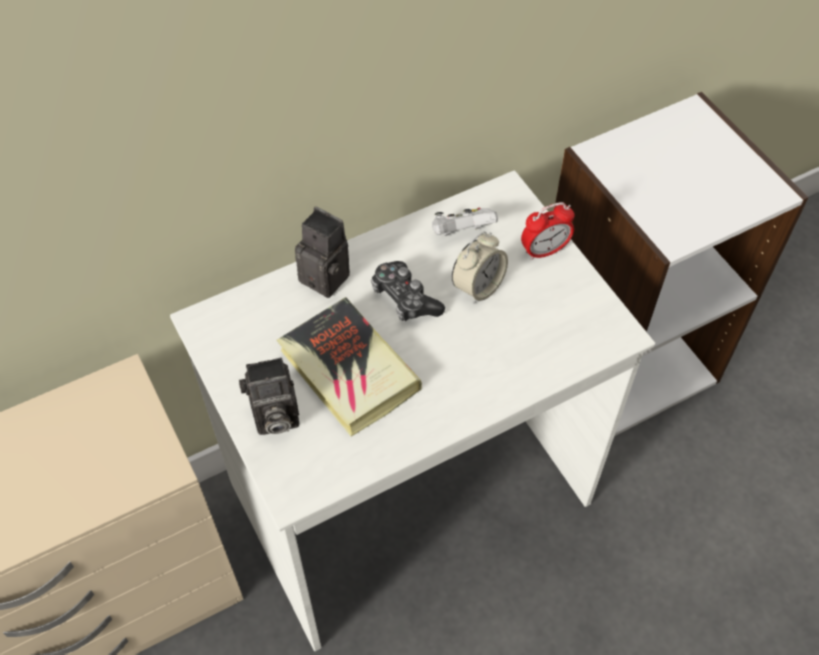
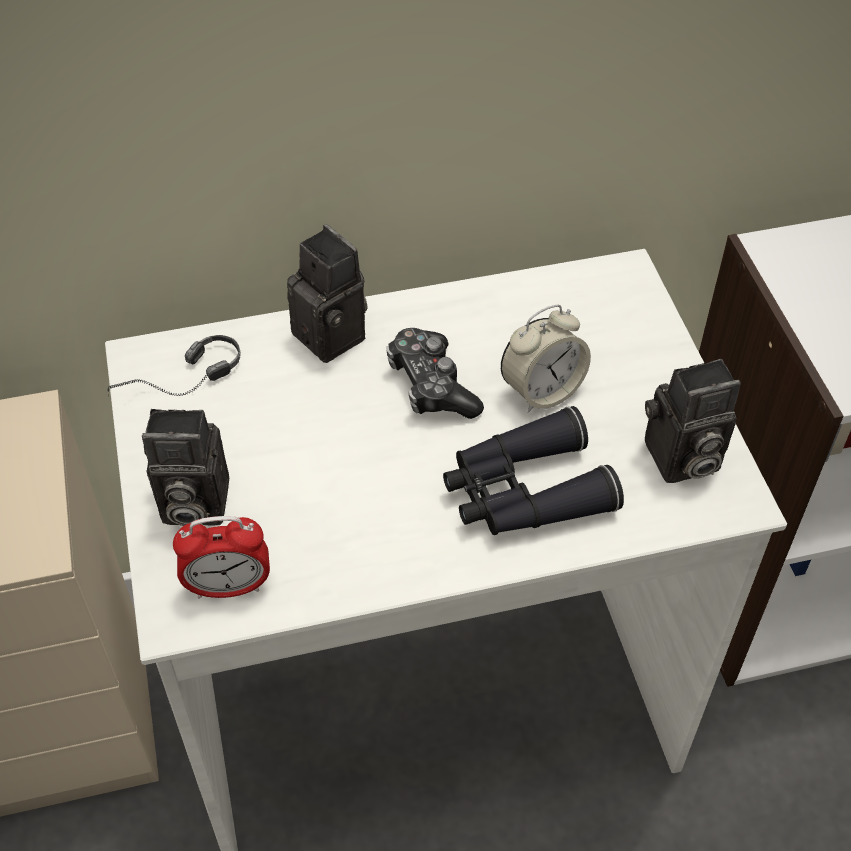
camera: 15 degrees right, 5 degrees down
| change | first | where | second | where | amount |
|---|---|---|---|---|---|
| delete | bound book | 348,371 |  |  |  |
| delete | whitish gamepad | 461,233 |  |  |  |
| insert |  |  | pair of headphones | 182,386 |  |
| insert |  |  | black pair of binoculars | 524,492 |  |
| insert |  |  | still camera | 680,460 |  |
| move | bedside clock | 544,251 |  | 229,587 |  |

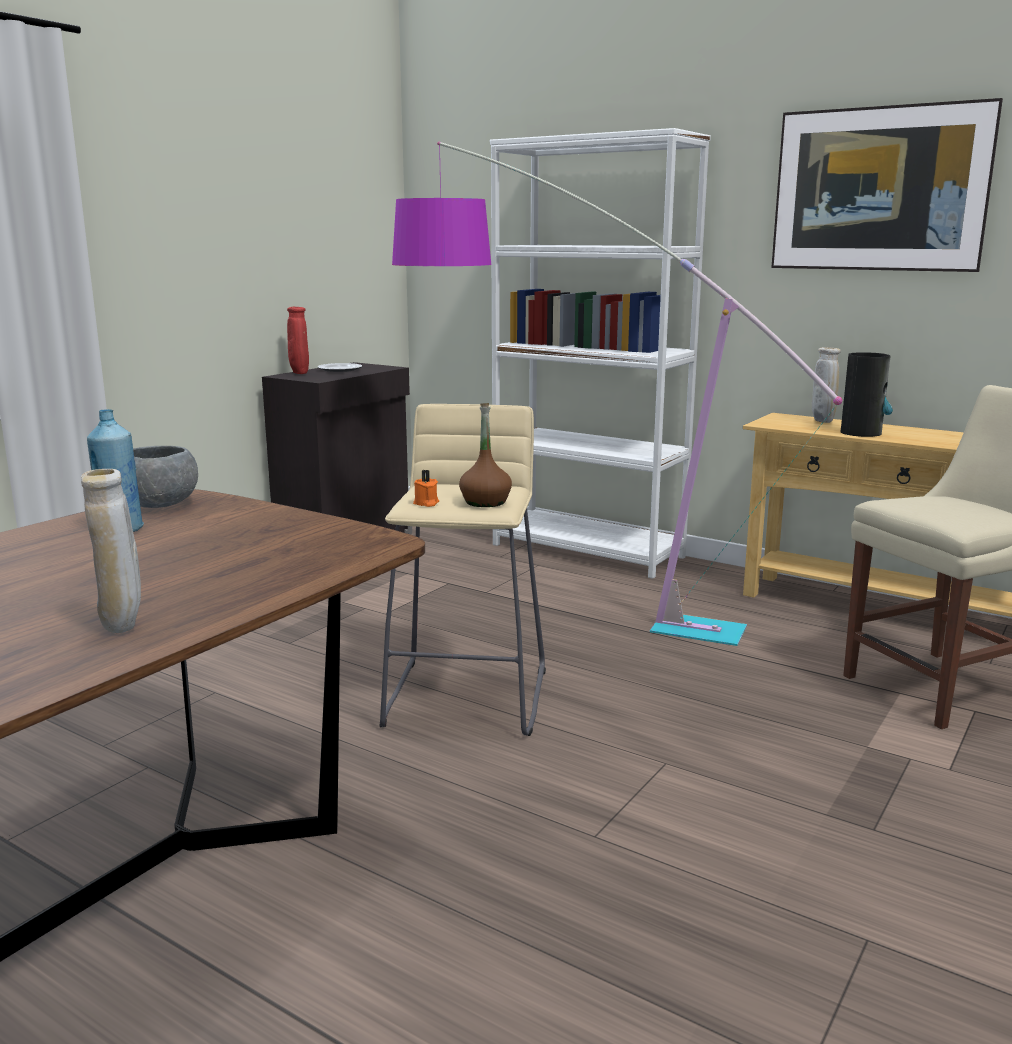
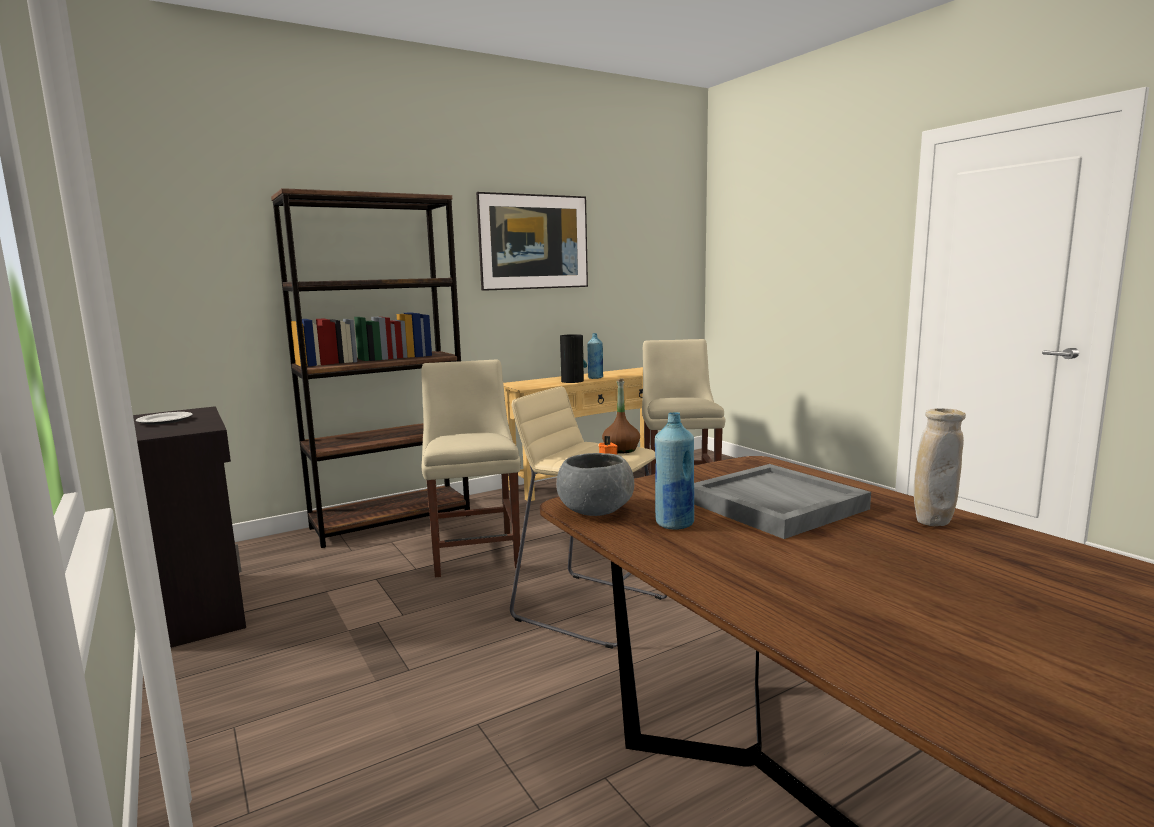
camera: 65 degrees left, 5 degrees down
| change | first | where | second | where | amount |
|---|---|---|---|---|---|
| delete | red decorative vase | 299,373 |  |  |  |
| delete | beige decorative vase | 822,422 |  |  |  |
| insert |  |  | blue beverage bottle | 595,378 |  |
| insert |  |  | grey tray | 773,505 |  |
| replace | standing lamp | 553,606 | beige upright chair | 475,552 |  |
| recolor | whitish bookshelf | 587,551 | brown bookshelf | 391,521 |  |

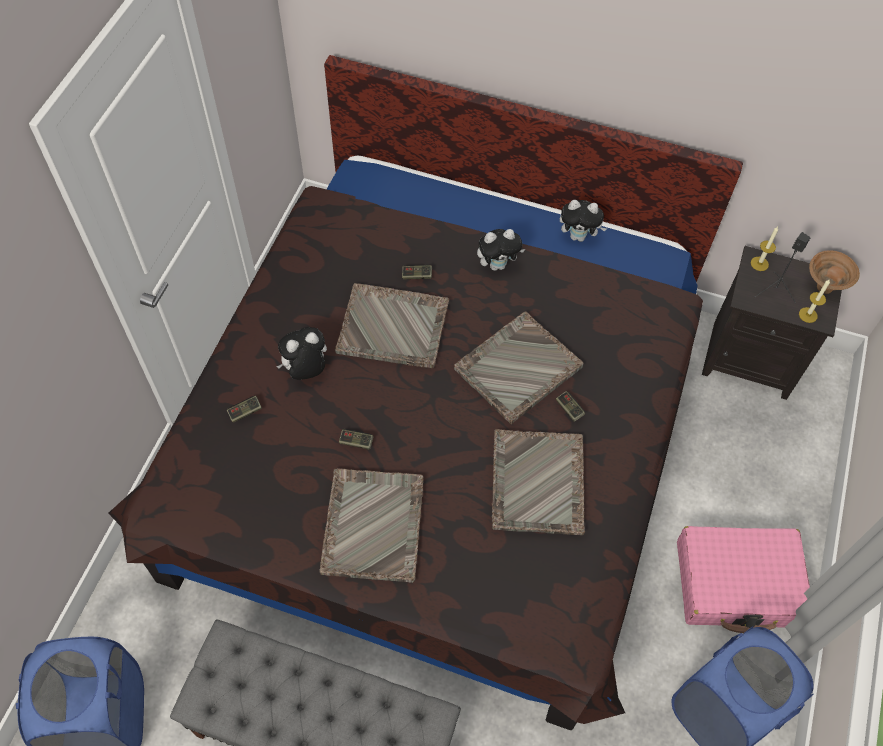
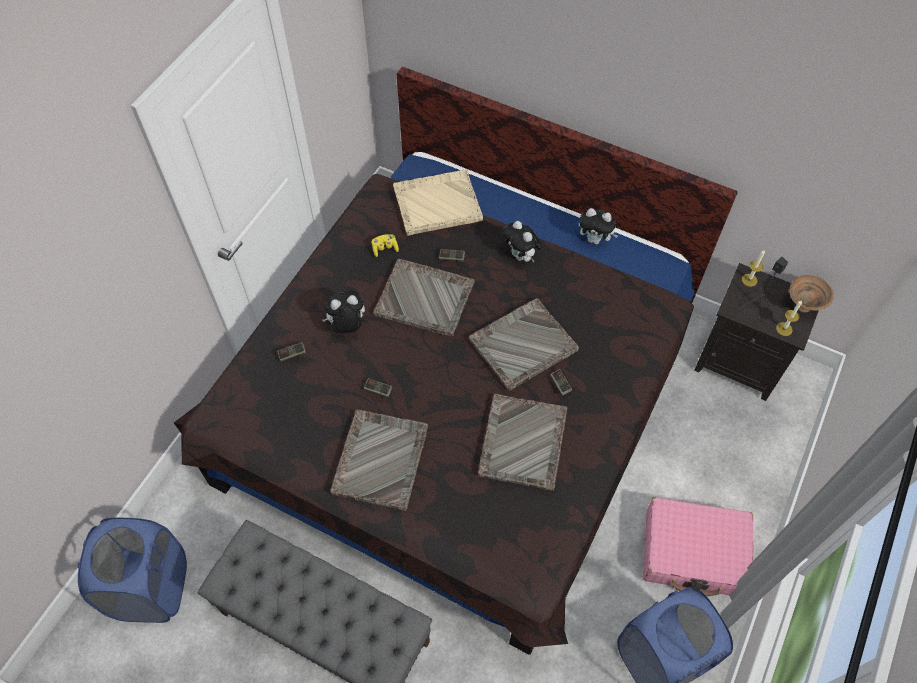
camera: 10 degrees right, 0 degrees up
| change | first | where | second | where | amount |
|---|---|---|---|---|---|
| insert |  |  | yellowish gamepad | 385,248 |  |
| insert |  |  | beige tray | 436,203 |  |
| rotate | cuddly toy | 498,265 |  | 521,256 | 60 degrees clockwise |

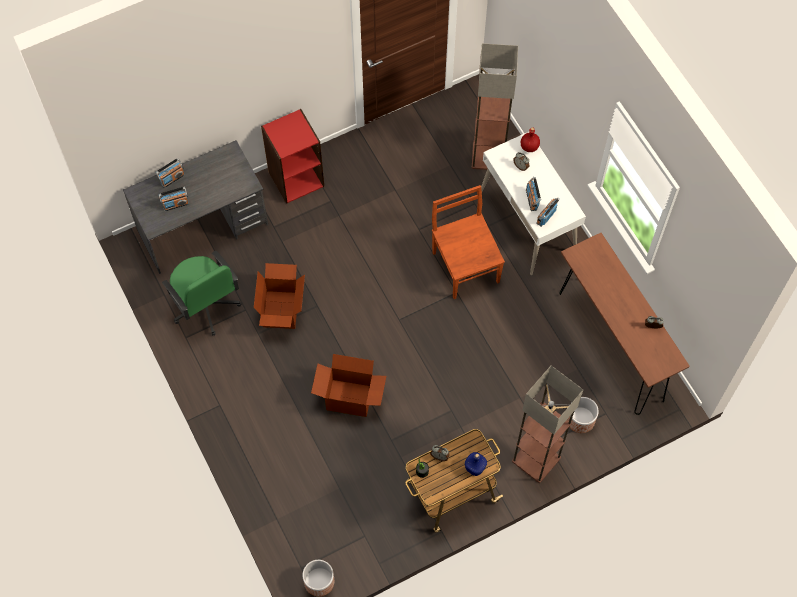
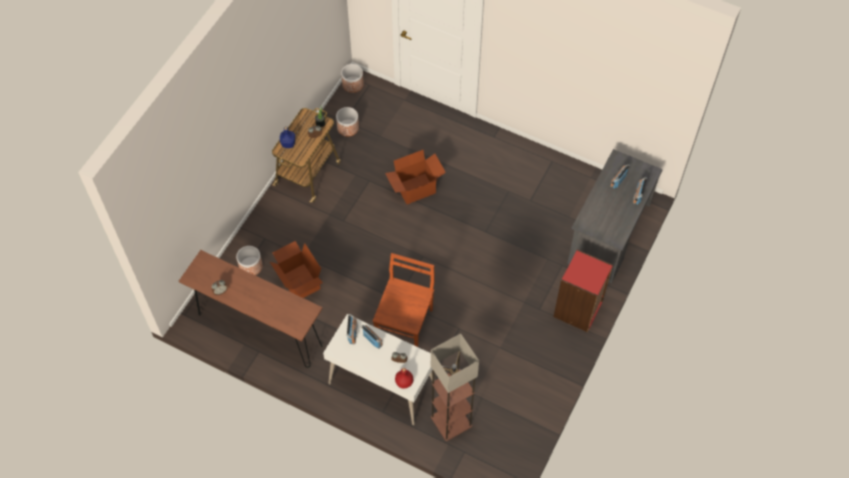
camera: 145 degrees right, 5 degrees down
| change | first | where | second | where | amount |
|---|---|---|---|---|---|
| delete | green-coloured desk chair | 206,306 |  |  |  |
| delete | standing lamp | 535,459 |  |  |  |
| insert |  |  | flower pot | 348,127 |  |
| move | packing box | 281,310 |  | 299,283 |  |
| rotate | brown upright chair | 465,265 |  | 405,322 | 105 degrees counterclockwise |

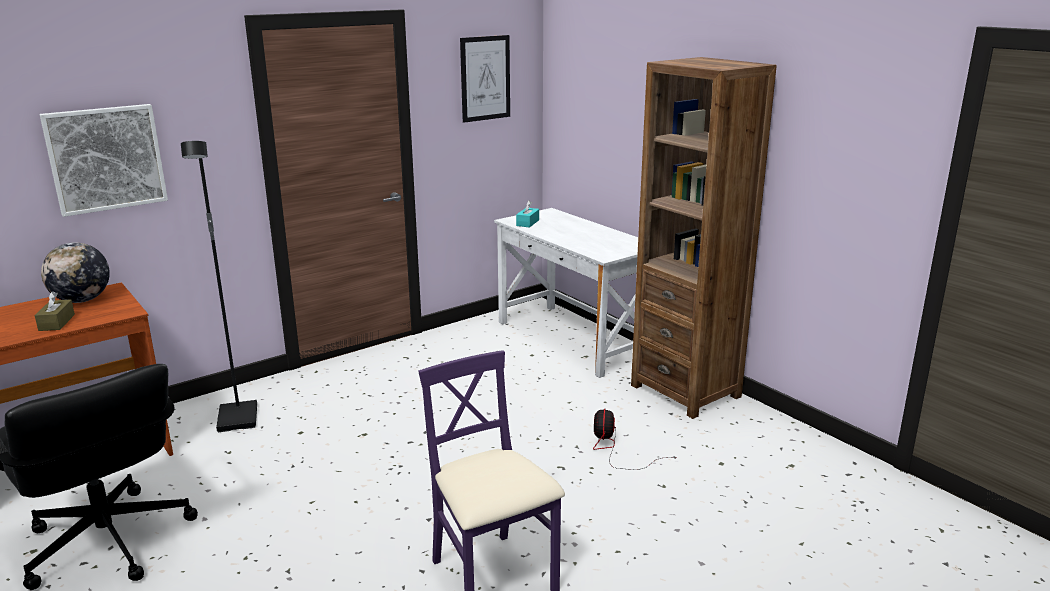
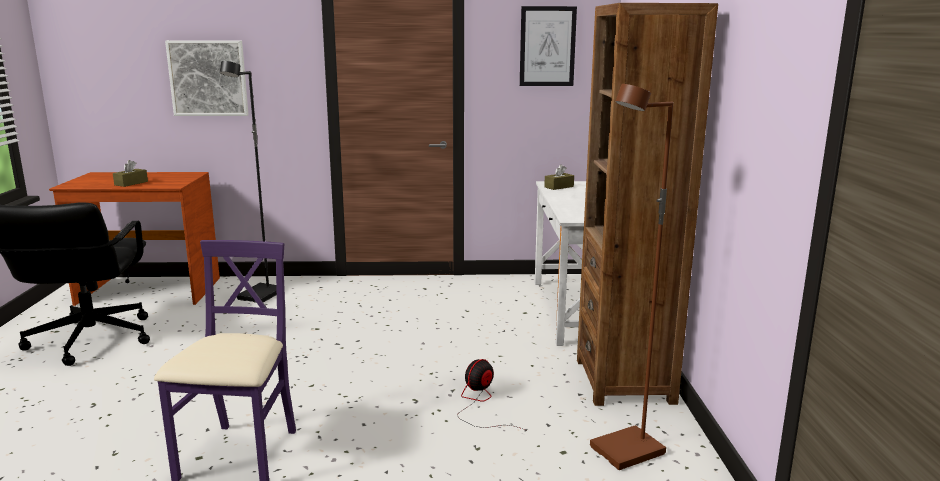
camera: 35 degrees right, 5 degrees down
| change | first | where | second | where | amount |
|---|---|---|---|---|---|
| delete | globe | 82,300 |  |  |  |
| insert |  |  | brown standing lamp | 627,452 |  |
| recolor | turquoise box of tissues | 527,223 | brown box of tissues | 559,187 |  |

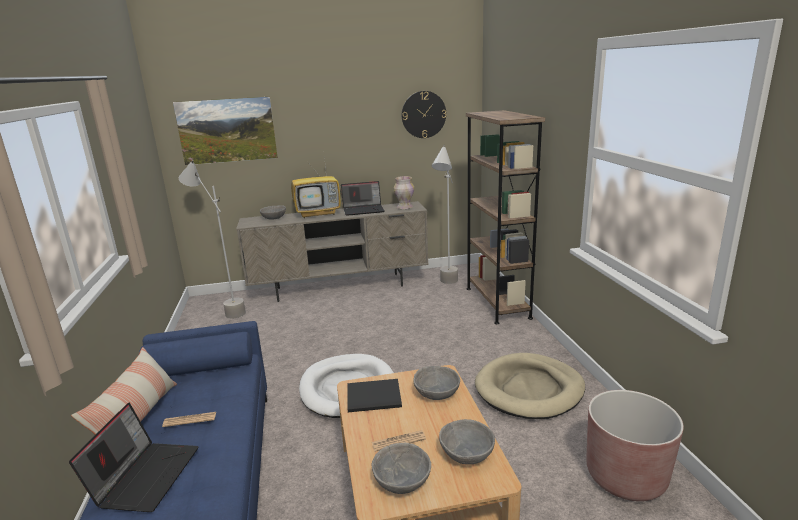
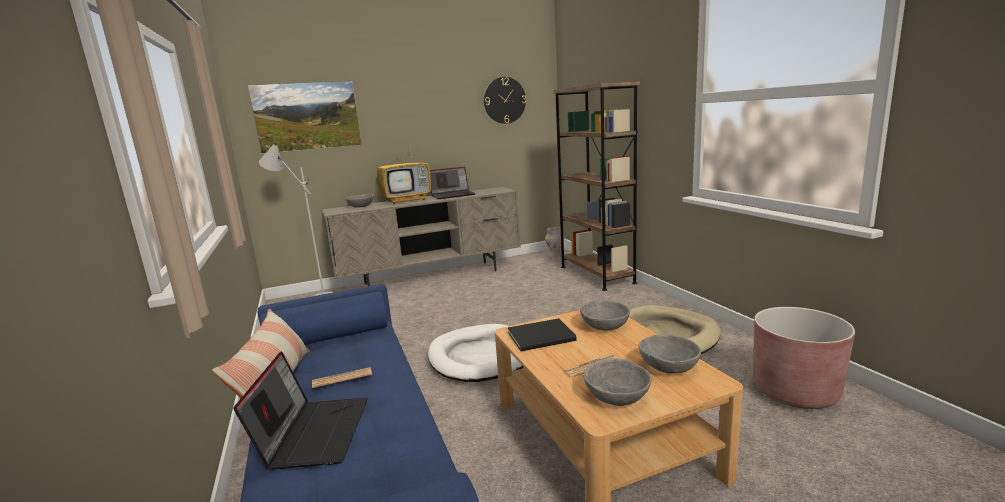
camera: 10 degrees left, 5 degrees down
| change | first | where | second | where | amount |
|---|---|---|---|---|---|
| delete | grey standing lamp | 446,286 |  |  |  |
| move | decorative vase | 404,207 |  | 555,255 |  |

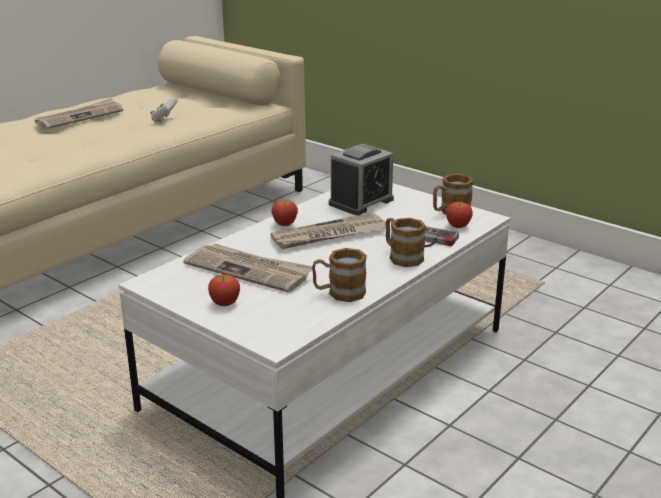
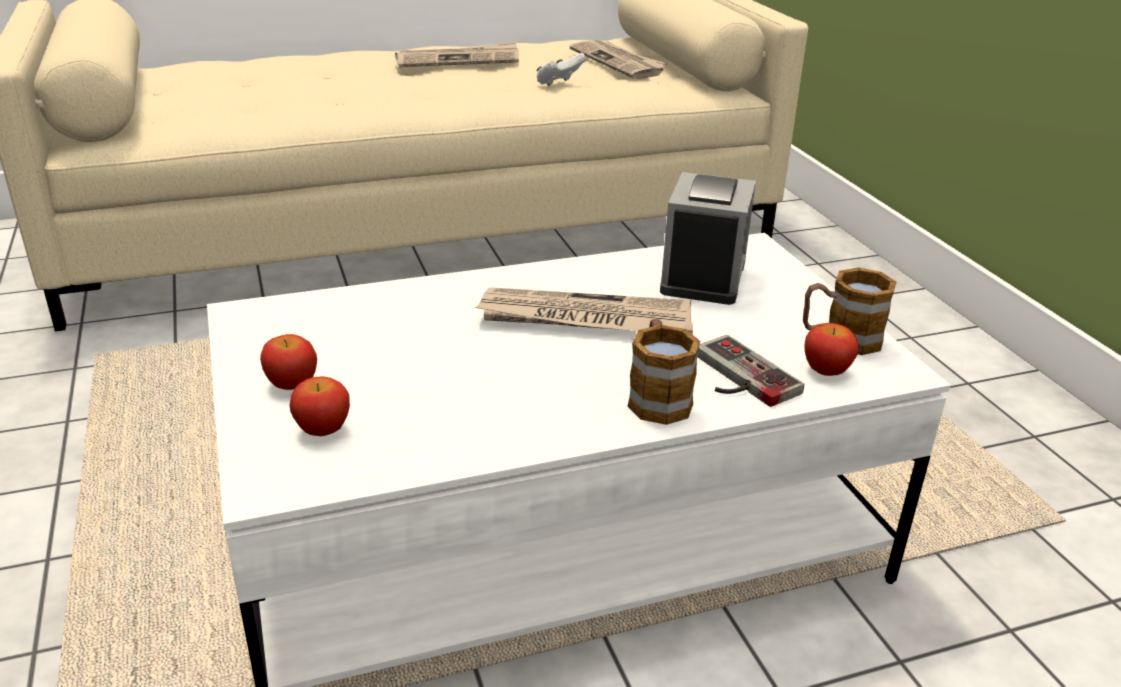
camera: 30 degrees right, 5 degrees up
| change | first | where | second | where | amount |
|---|---|---|---|---|---|
| delete | coffee mug | 339,293 |  |  |  |
| move | newspaper | 249,270 |  | 618,62 |  |
| move | apple fruit | 284,224 |  | 323,429 |  |
| rotate | bedside clock | 361,202 |  | 703,276 | 60 degrees counterclockwise |

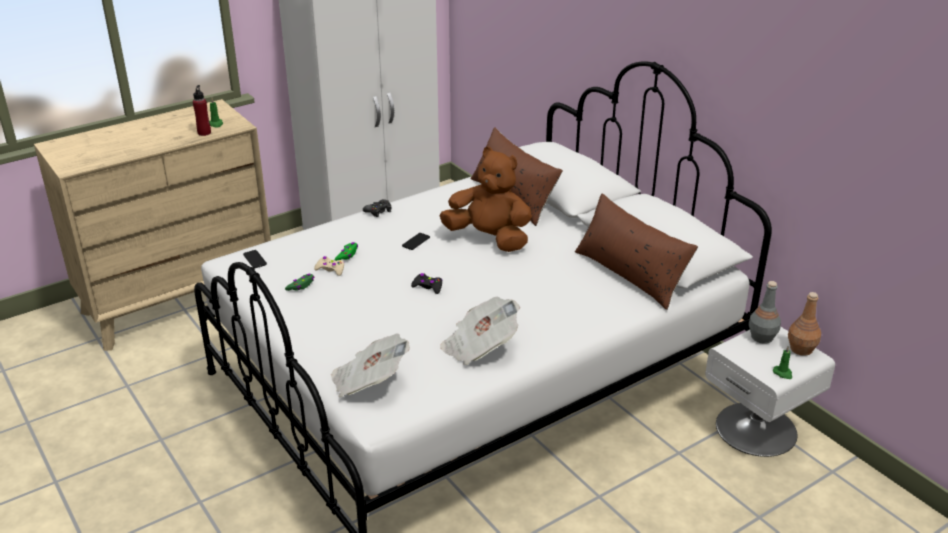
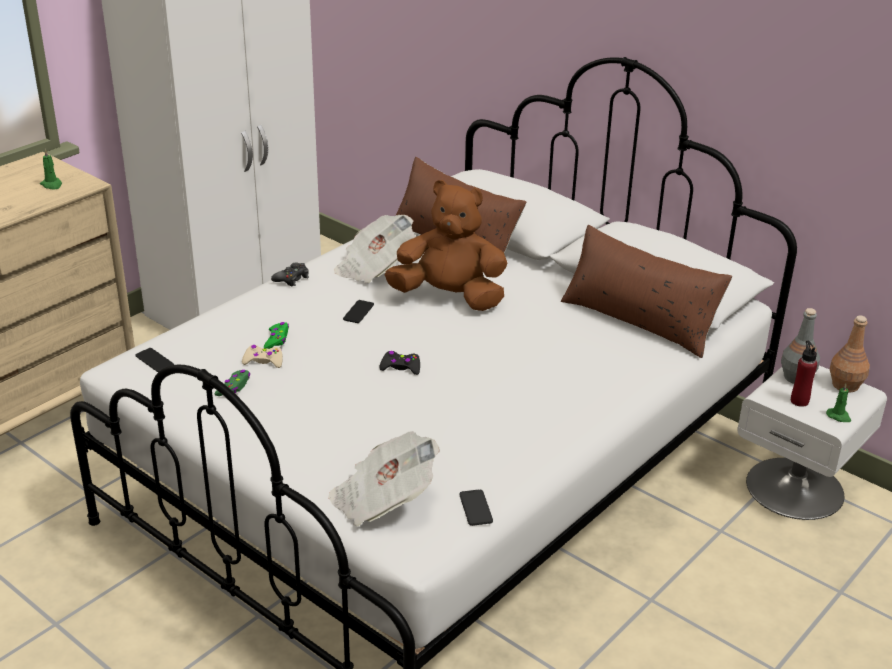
camera: 15 degrees left, 0 degrees up
| change | first | where | second | where | amount |
|---|---|---|---|---|---|
| insert |  |  | telephone | 475,508 |  |
| move | red beverage bottle | 204,133 |  | 799,401 |  |
| move | newspaper | 479,347 |  | 374,268 |  |

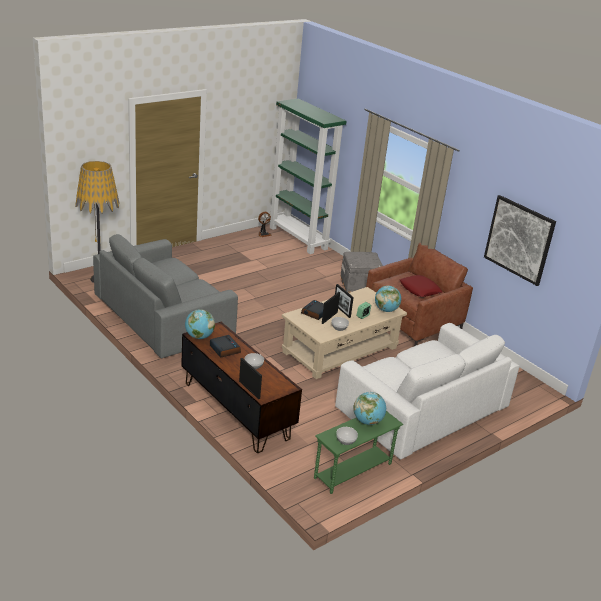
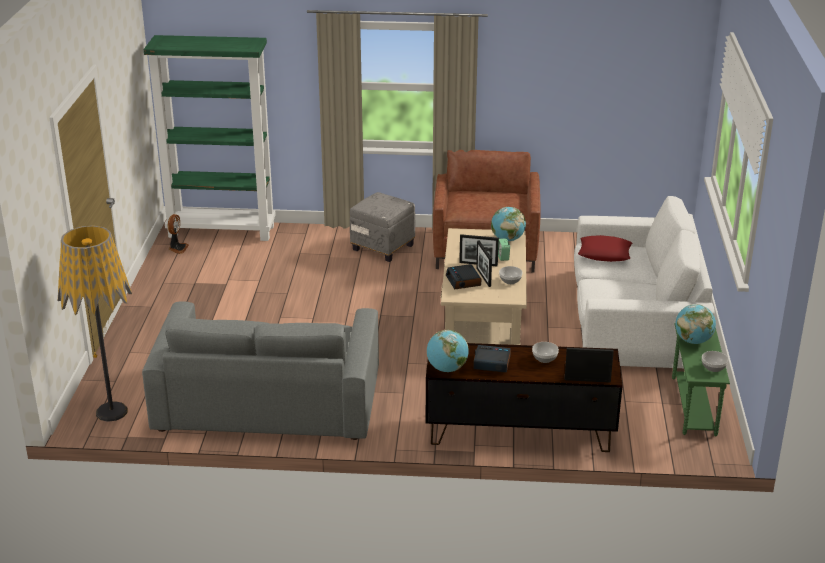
camera: 45 degrees left, 0 degrees up
| change | first | where | second | where | amount |
|---|---|---|---|---|---|
| delete | picture | 519,239 |  |  |  |
| move | red cushion | 419,289 |  | 604,253 |  |

